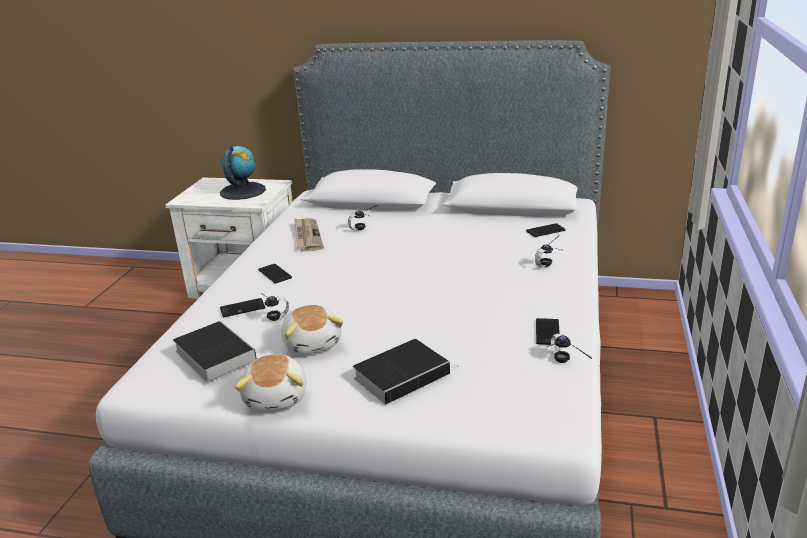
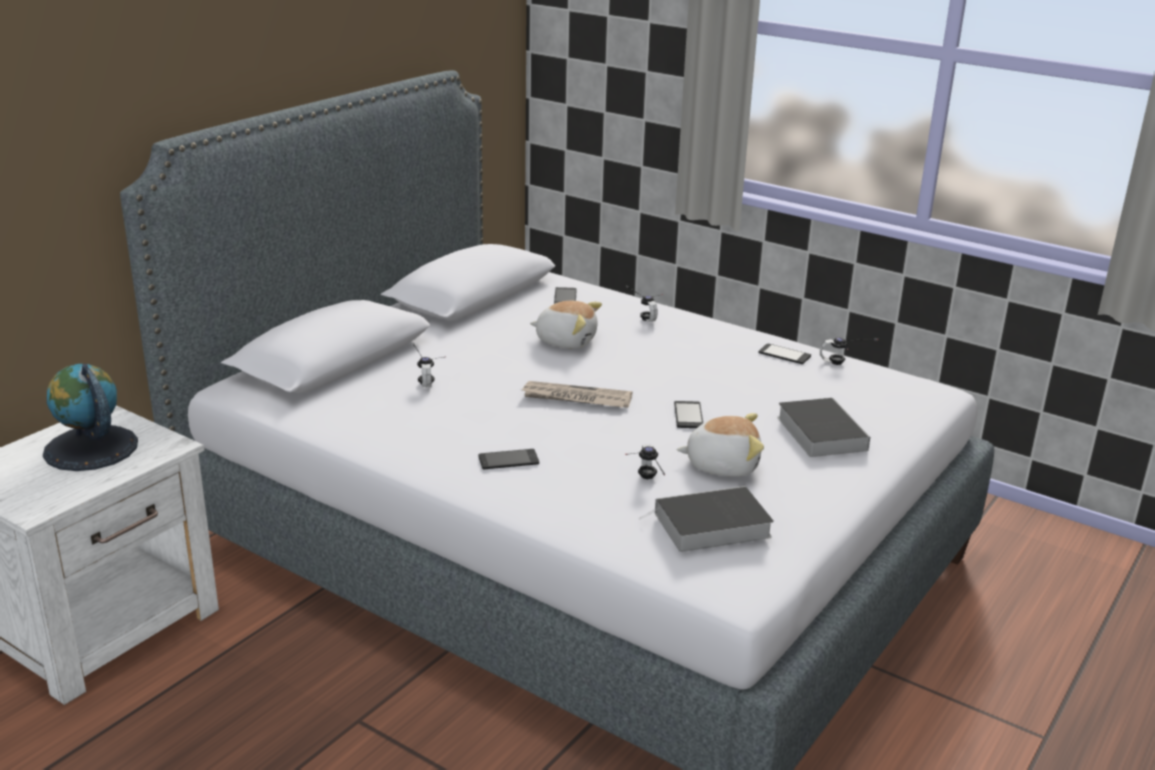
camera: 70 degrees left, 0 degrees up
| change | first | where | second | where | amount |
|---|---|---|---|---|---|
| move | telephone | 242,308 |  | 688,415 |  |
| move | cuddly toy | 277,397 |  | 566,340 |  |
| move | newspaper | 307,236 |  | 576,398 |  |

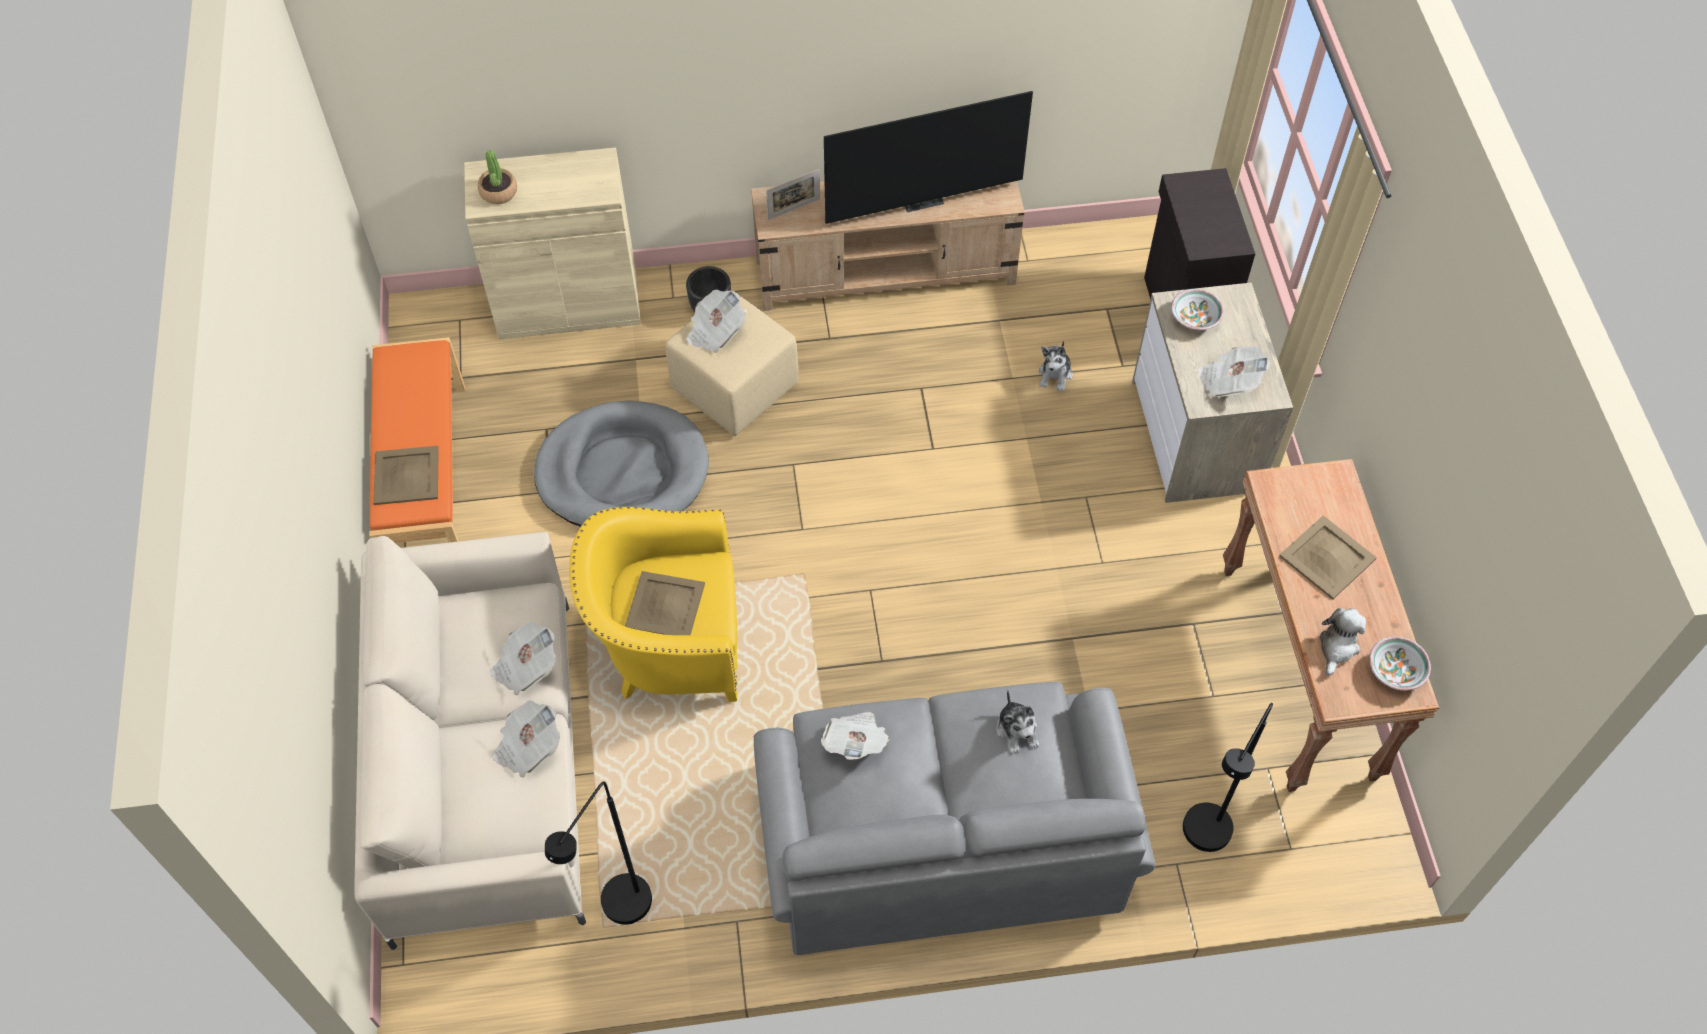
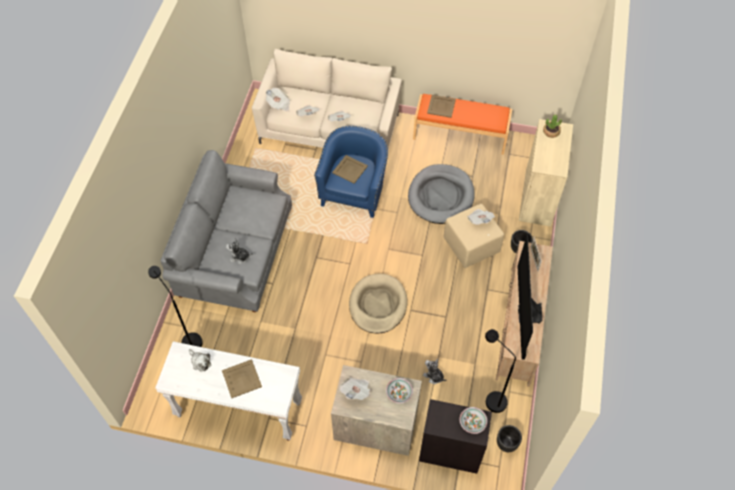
camera: 110 degrees right, 0 degrees up
| change | first | where | second | where | amount |
|---|---|---|---|---|---|
| insert |  |  | beige dog cushion | 378,305 |  |
| insert |  |  | black flower pot | 506,443 |  |
| move | black standing lamp | 620,914 |  | 491,398 |  |
| move | newspaper | 856,742 |  | 279,104 |  |
| move | serving bowl | 1396,670 |  | 472,423 |  |
| recolor | yellowish lounge chair | 669,645 | blue lounge chair | 354,191 |  |
| recolor | brown narrow table | 1299,672 | whitish narrow table | 238,410 |  |

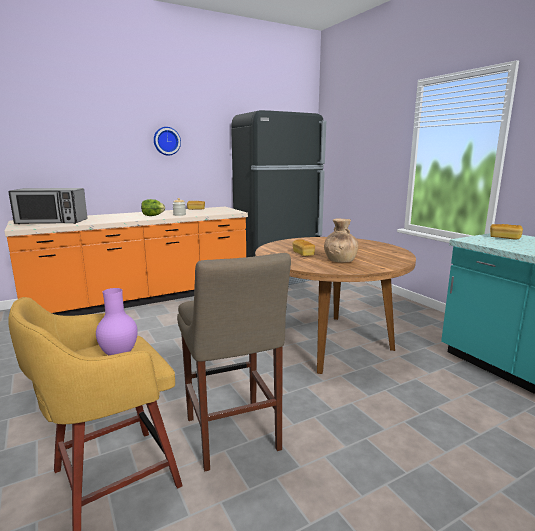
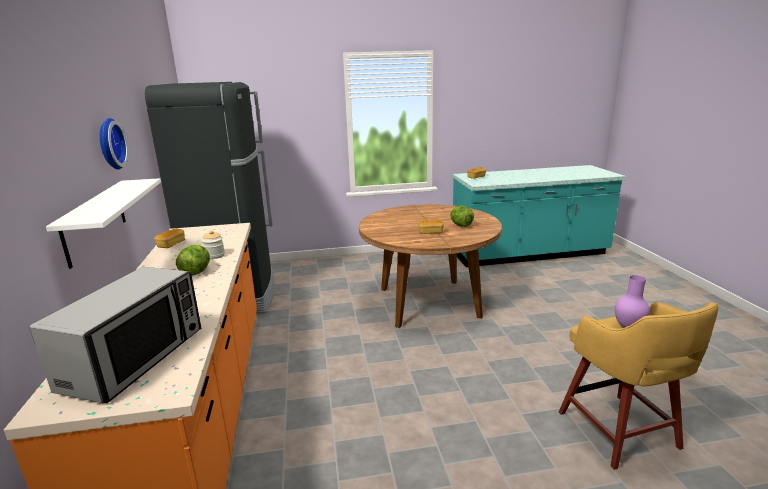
camera: 70 degrees left, 5 degrees up
| change | first | where | second | where | amount |
|---|---|---|---|---|---|
| delete | beige sitting stool | 233,437 |  |  |  |
| insert |  |  | whitish wall shelf | 95,221 |  |
| replace | brown decorative vase | 339,260 | lettuce head | 461,225 |  |

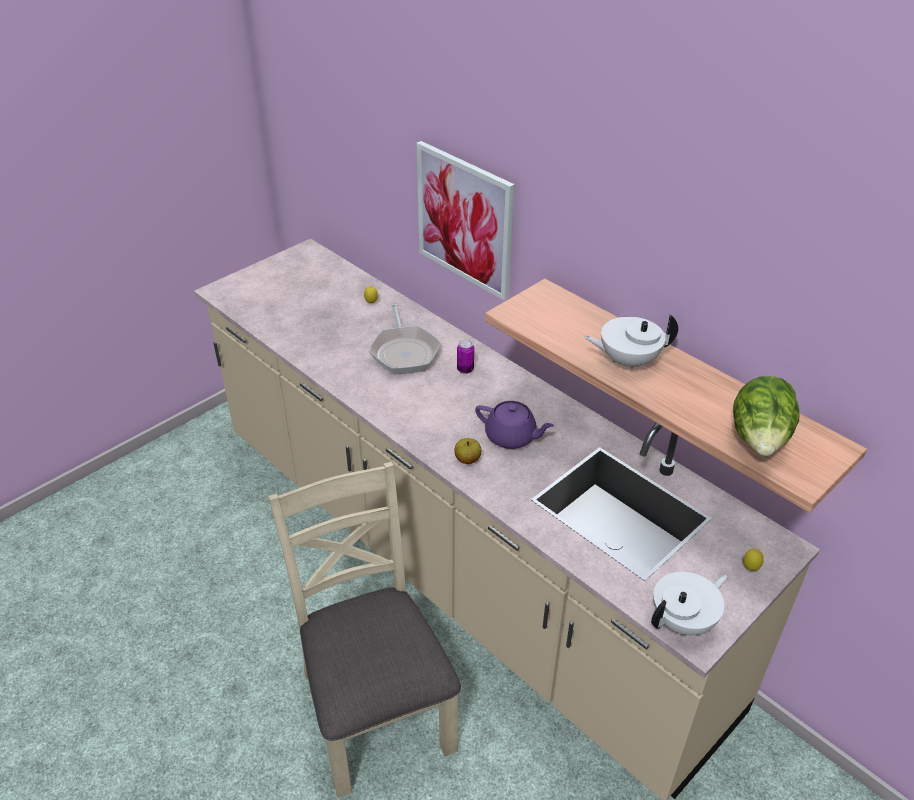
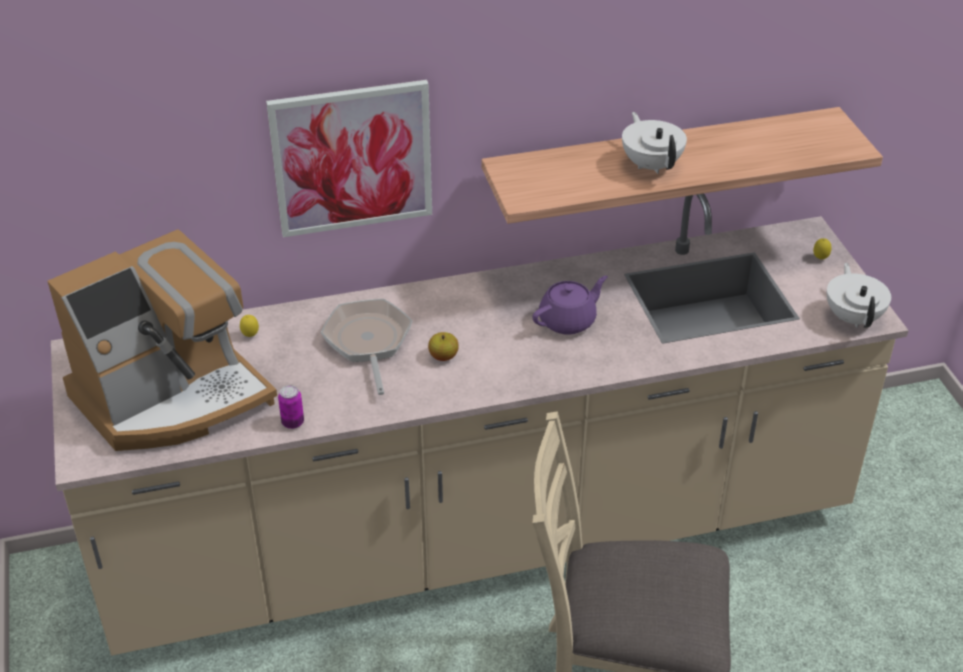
camera: 60 degrees left, 0 degrees up
| change | first | where | second | where | amount |
|---|---|---|---|---|---|
| delete | lettuce head | 759,440 |  |  |  |
| insert |  |  | coffee brewer | 173,397 |  |
| move | apple fruit | 467,459 |  | 443,356 |  |
| move | can | 465,369 |  | 293,422 |  |
| rotate | skillet | 404,351 |  | 368,342 | 120 degrees counterclockwise |
| rotate | whitish tea pot | 627,361 |  | 651,165 | 135 degrees clockwise |

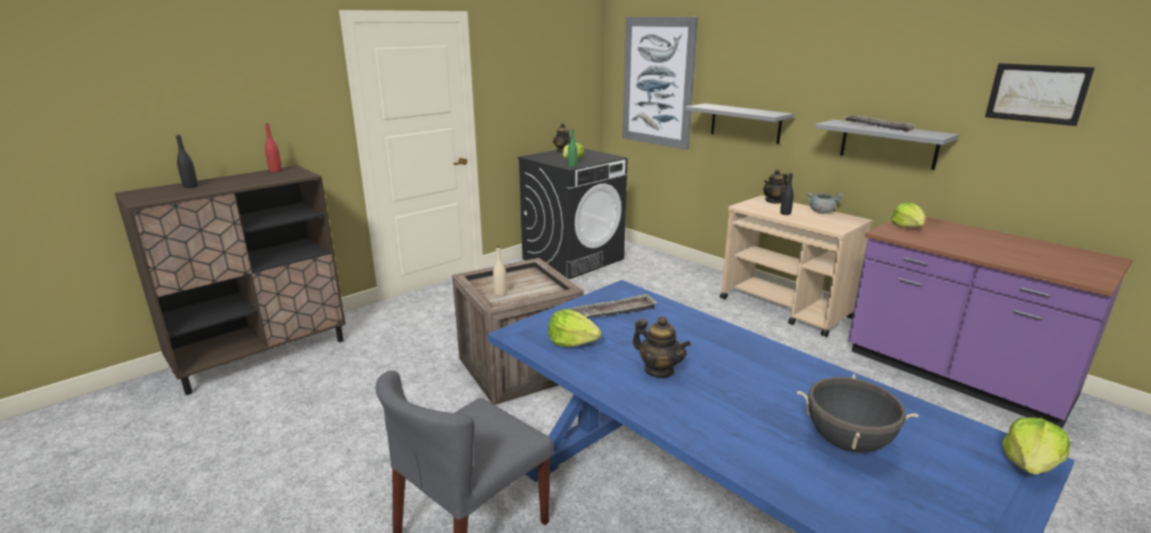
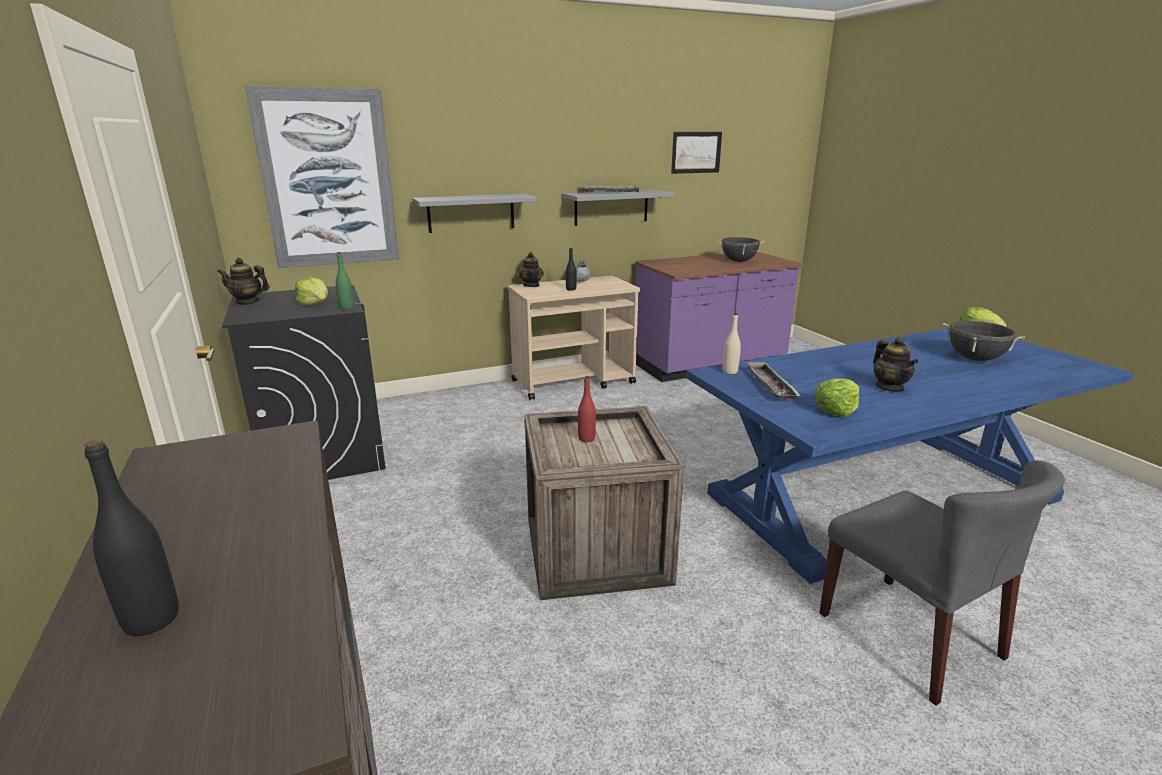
camera: 70 degrees left, 0 degrees up
| change | first | where | second | where | amount |
|---|---|---|---|---|---|
| delete | lettuce head | 907,227 |  |  |  |
| insert |  |  | black cooking pot | 738,261 |  |
| move | red beverage bottle | 275,171 |  | 586,439 |  |
| move | beige beverage bottle | 500,294 |  | 730,371 |  |
| rotate | tea pot | 659,370 |  | 889,387 | 105 degrees clockwise |

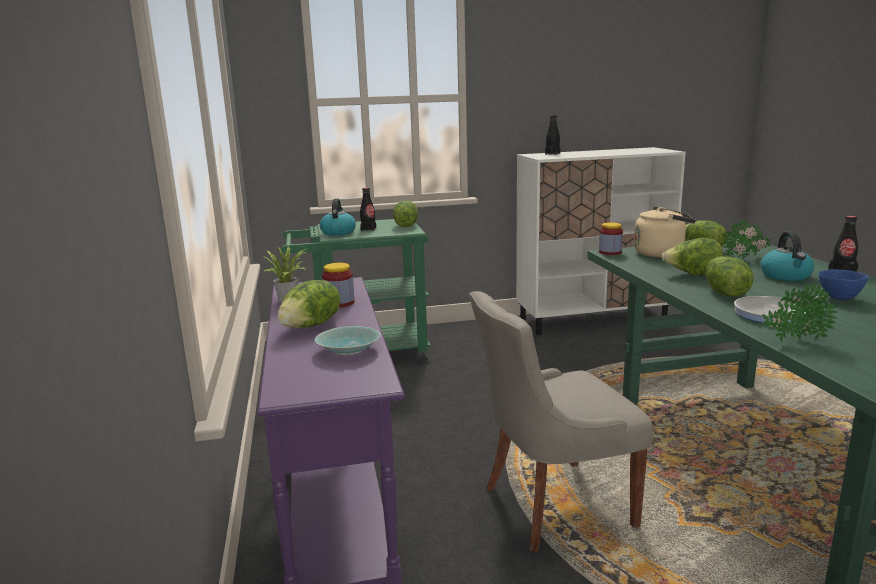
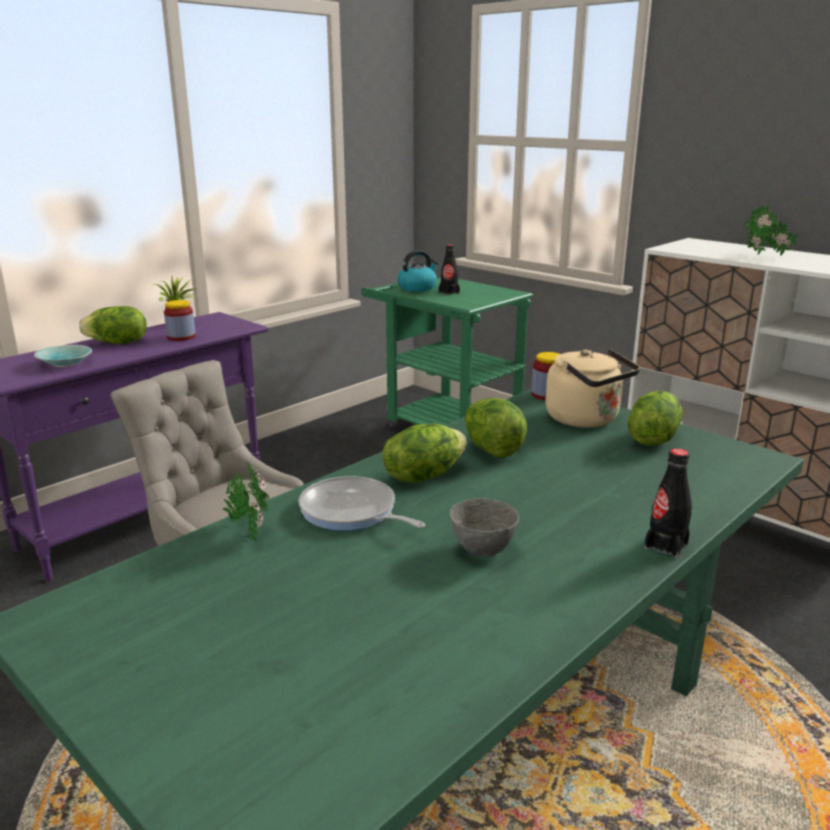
camera: 55 degrees right, 5 degrees up
| change | first | where | second | where | amount |
|---|---|---|---|---|---|
| delete | lettuce head | 405,225 |  |  |  |
| delete | black beverage bottle | 552,154 |  |  |  |
| delete | kettle | 786,276 |  |  |  |
| move | potted plant | 746,259 |  | 765,255 |  |
| recolor | blue serving bowl | 840,298 | grey serving bowl | 481,550 |  |

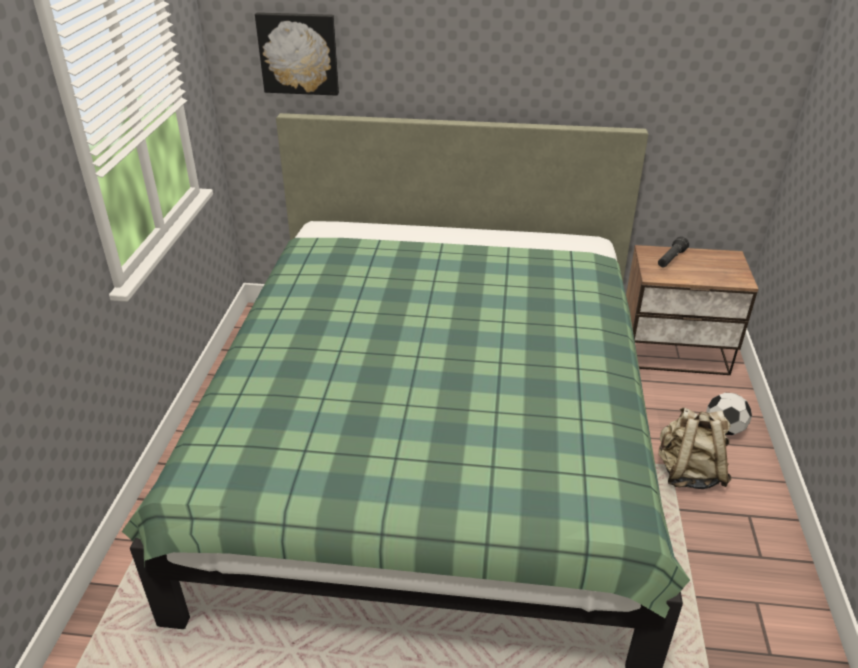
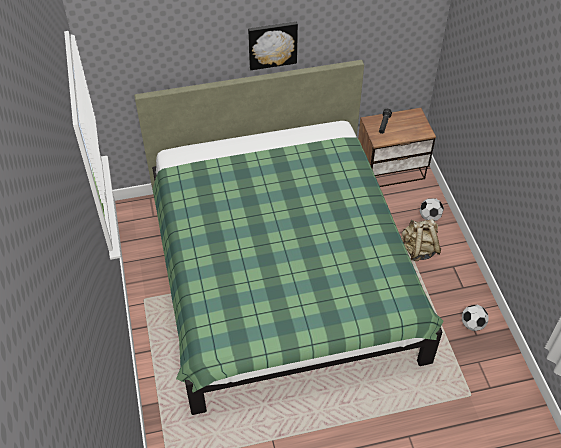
camera: 20 degrees left, 15 degrees up
| change | first | where | second | where | amount |
|---|---|---|---|---|---|
| insert |  |  | football | 472,324 |  |
| move | picture | 299,53 |  | 272,44 |  |

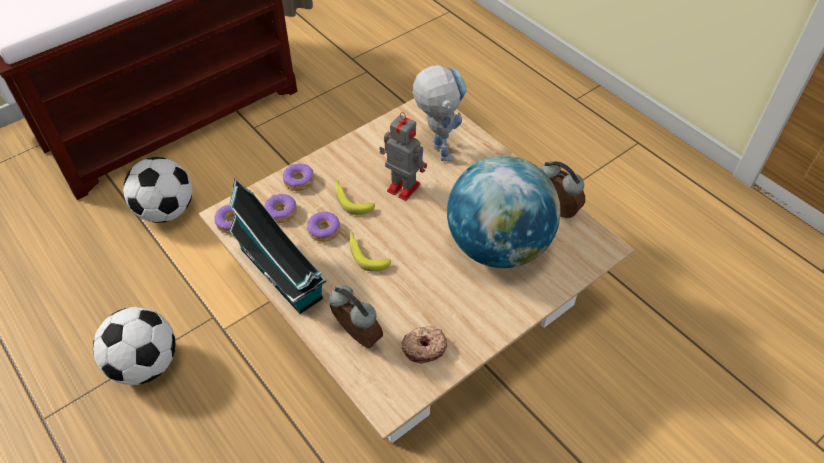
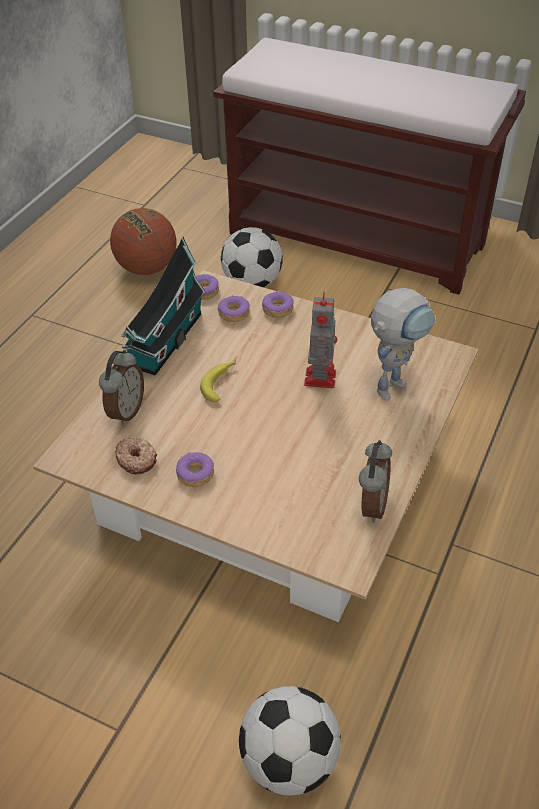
camera: 65 degrees right, 5 degrees down
| change | first | where | second | where | amount |
|---|---|---|---|---|---|
| delete | banana | 351,199 |  |  |  |
| delete | globe | 498,246 |  |  |  |
| insert |  |  | basketball | 147,268 |  |
| move | football | 145,365 |  | 289,760 |  |
| move | donut | 324,231 |  | 195,474 |  |

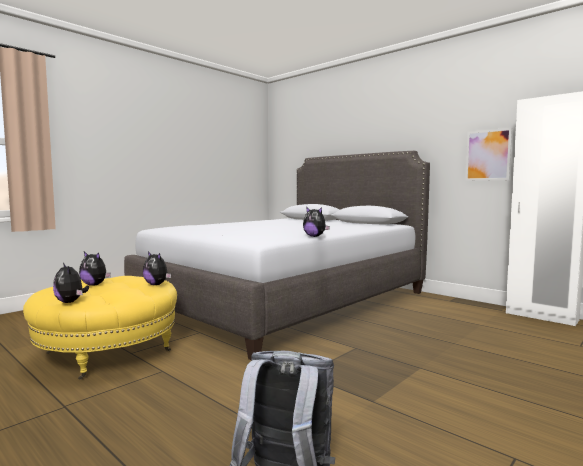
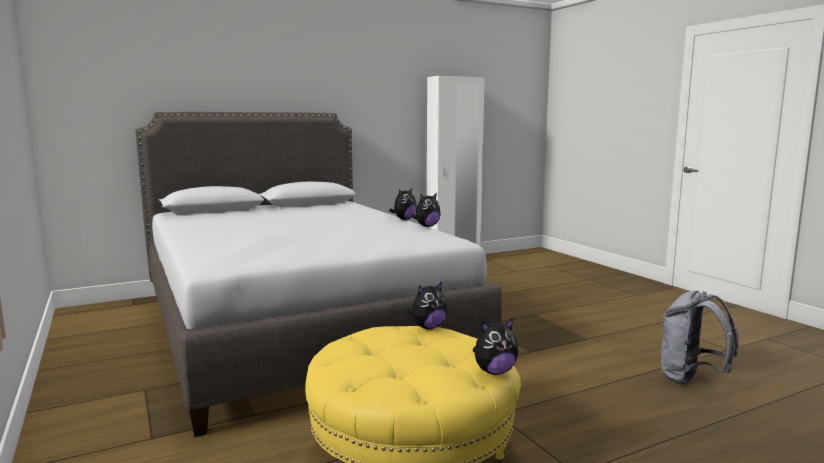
camera: 70 degrees left, 5 degrees up
| change | first | where | second | where | amount |
|---|---|---|---|---|---|
| delete | picture | 487,155 |  |  |  |
| move | cuddly toy | 95,285 |  | 404,219 |  |

